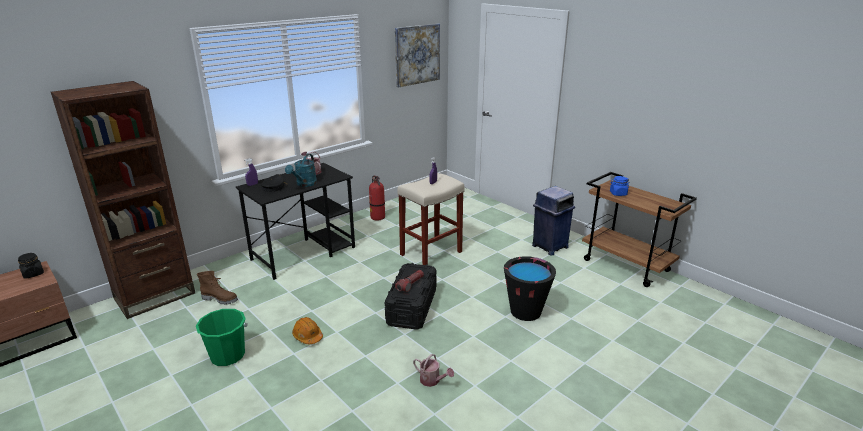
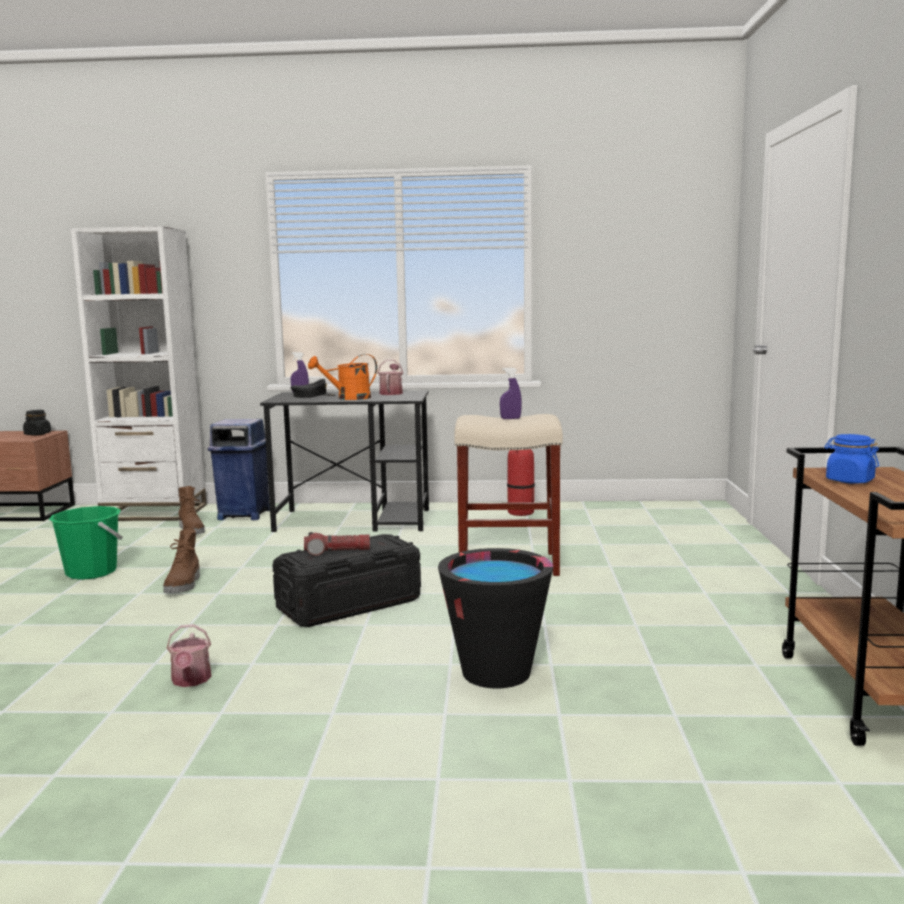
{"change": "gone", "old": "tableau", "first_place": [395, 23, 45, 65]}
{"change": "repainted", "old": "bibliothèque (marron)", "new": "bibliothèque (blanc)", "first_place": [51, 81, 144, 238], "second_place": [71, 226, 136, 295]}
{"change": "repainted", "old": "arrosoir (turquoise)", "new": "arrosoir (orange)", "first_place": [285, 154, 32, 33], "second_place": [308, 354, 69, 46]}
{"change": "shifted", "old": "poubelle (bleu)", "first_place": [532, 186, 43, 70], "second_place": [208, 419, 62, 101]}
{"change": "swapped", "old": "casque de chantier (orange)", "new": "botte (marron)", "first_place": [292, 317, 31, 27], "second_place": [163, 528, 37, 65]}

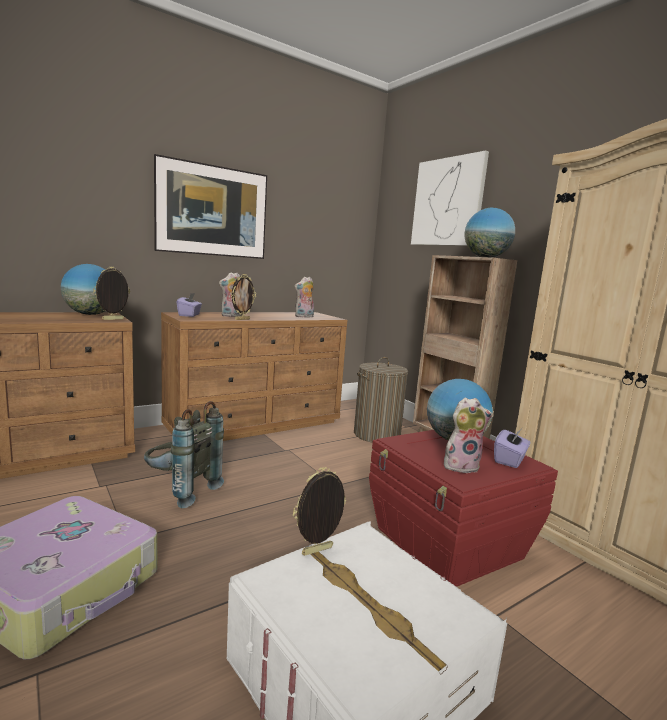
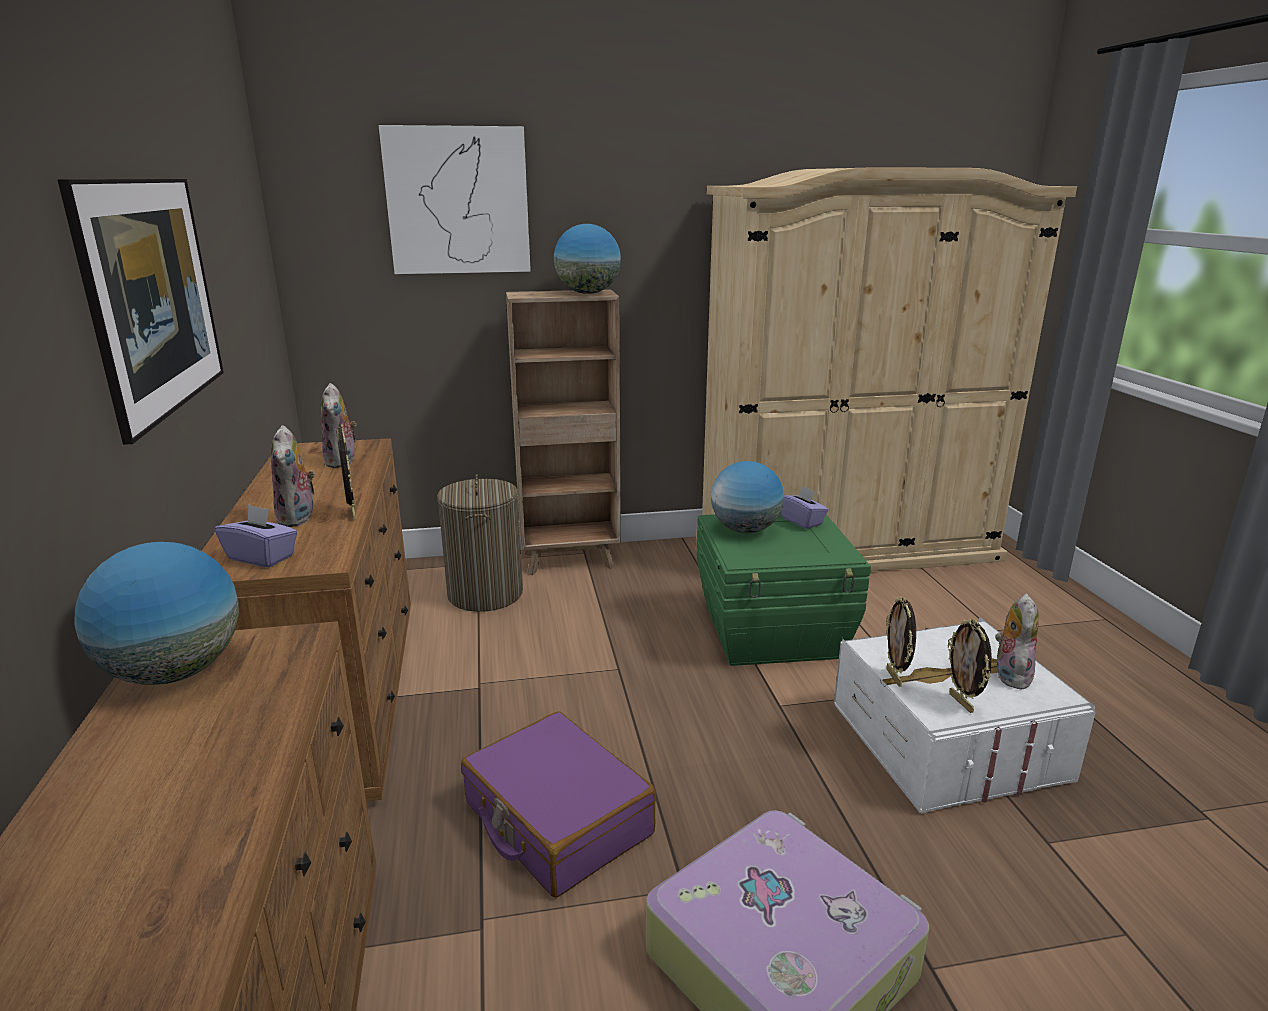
{"change": "shifted", "old": "cadre photo", "first_place": [93, 267, 37, 53], "second_place": [948, 619, 44, 94]}
{"change": "shifted", "old": "peluche", "first_place": [444, 397, 49, 76], "second_place": [995, 594, 44, 95]}
{"change": "swapped", "old": "sac à dos (gris)", "new": "valise (violet)", "first_place": [144, 401, 80, 107], "second_place": [461, 711, 195, 186]}
{"change": "repainted", "old": "boîte de rangement (rouge)", "new": "boîte de rangement (vert)", "first_place": [369, 430, 189, 157], "second_place": [696, 512, 175, 154]}

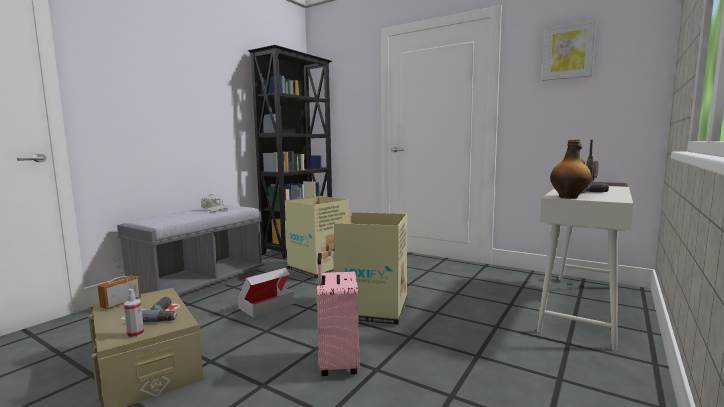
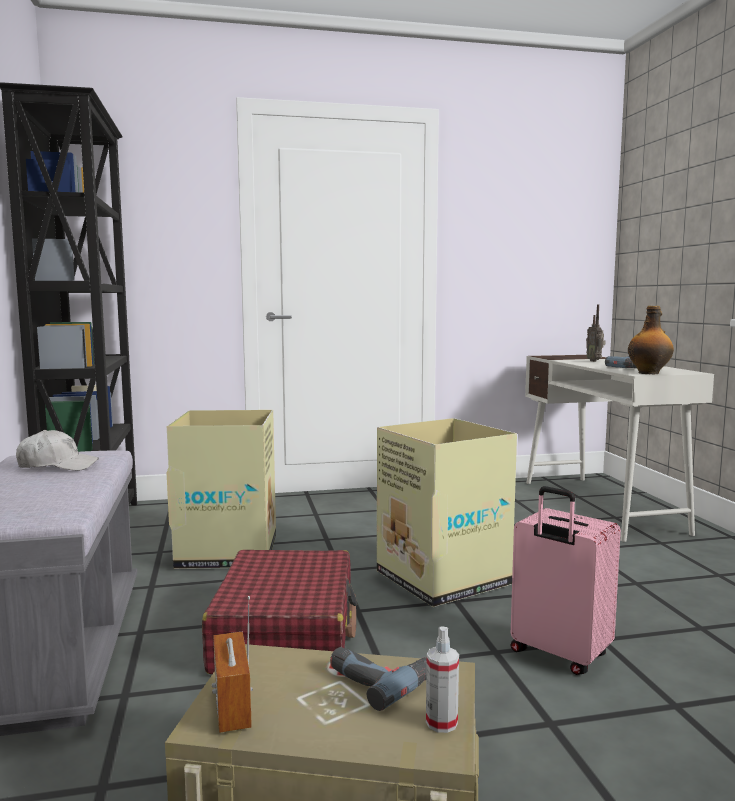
{"change": "gone", "old": "tableau", "first_place": [542, 20, 54, 61]}
{"change": "swapped", "old": "carton", "new": "valise (rouge)", "first_place": [238, 267, 56, 51], "second_place": [202, 550, 155, 124]}

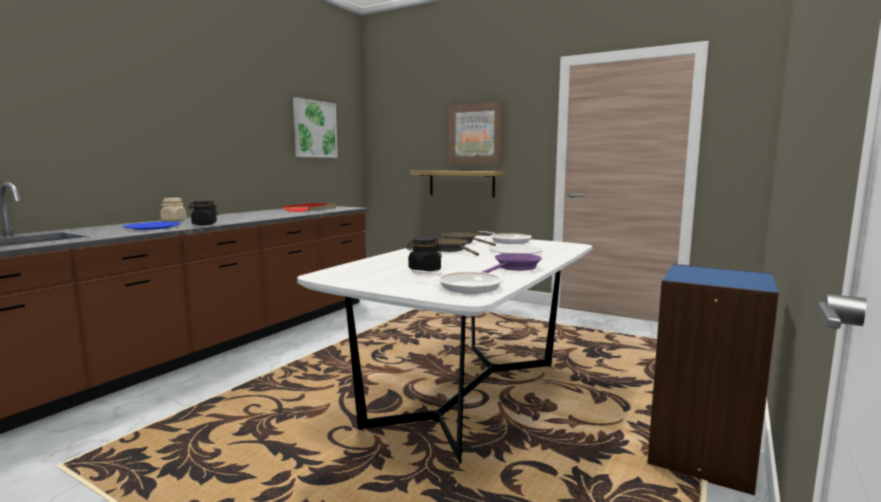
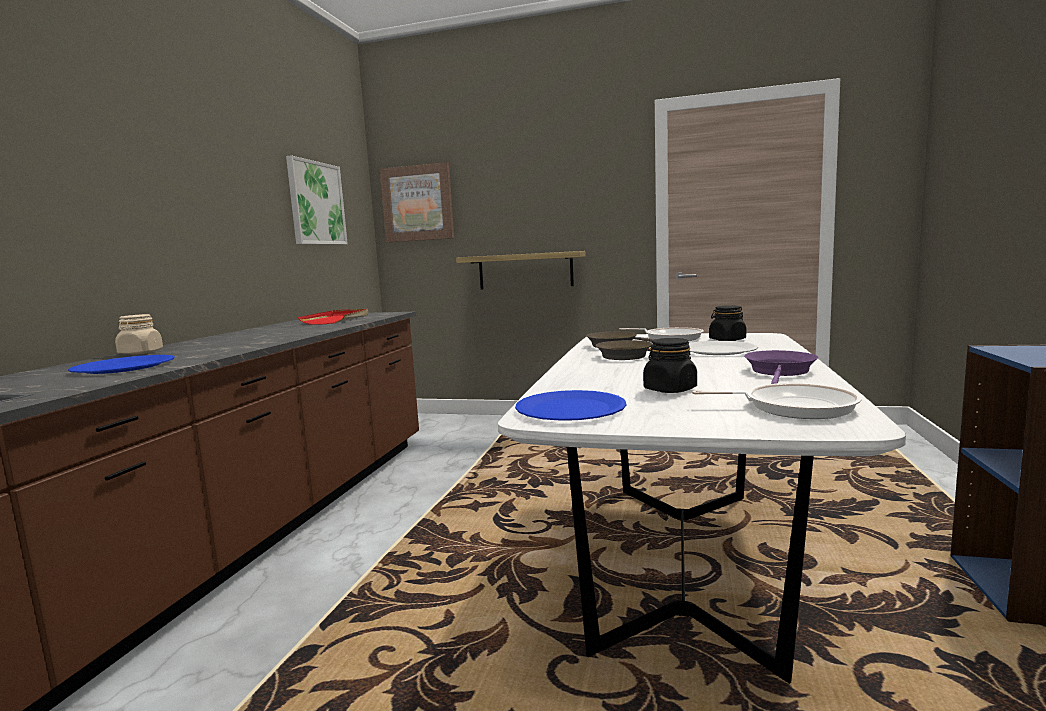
{"change": "shifted", "old": "tableau", "first_place": [449, 102, 54, 62], "second_place": [380, 162, 74, 80]}
{"change": "shifted", "old": "bocal (noir)", "first_place": [188, 200, 30, 25], "second_place": [709, 305, 37, 36]}
{"change": "new", "new": "assiette (bleu)", "second_place": [515, 390, 112, 31]}

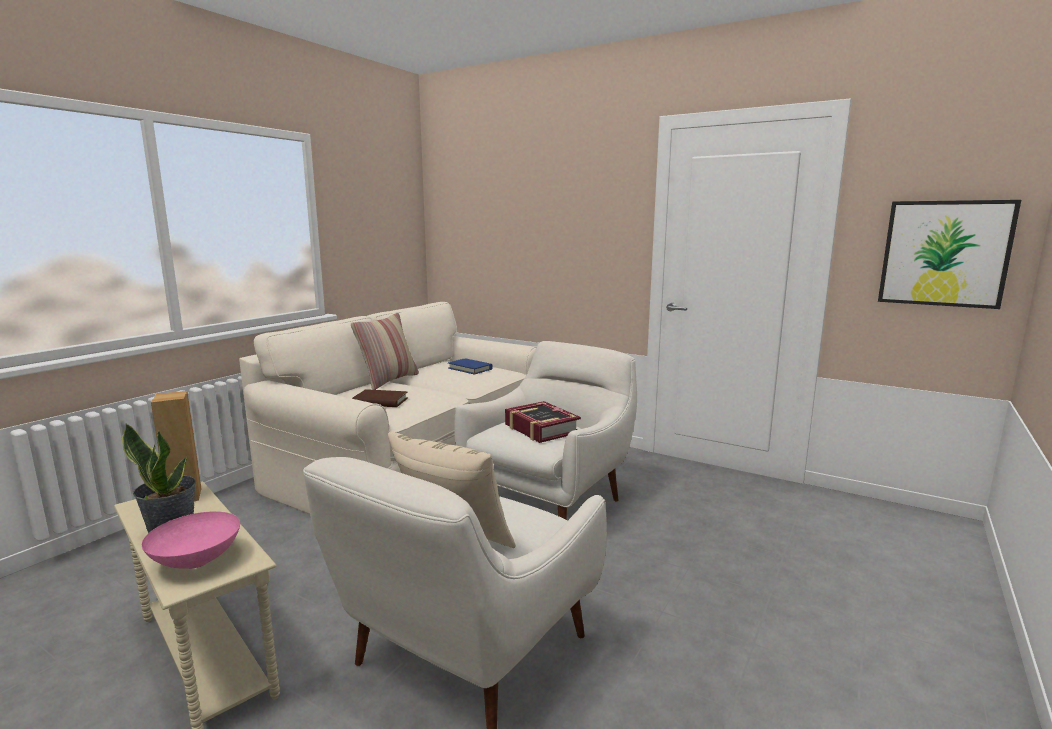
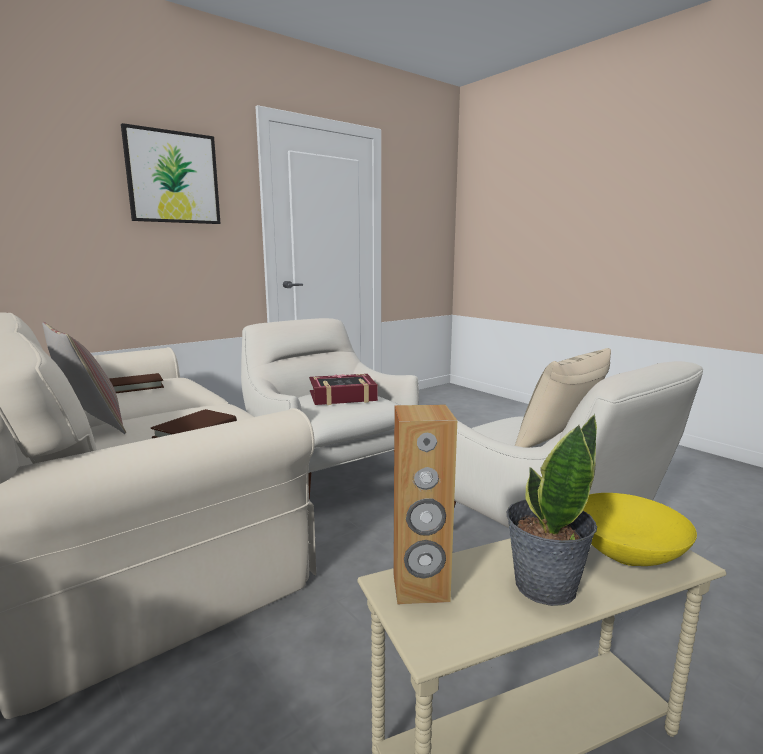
{"change": "shifted", "old": "tableau", "first_place": [878, 200, 143, 109], "second_place": [121, 123, 100, 101]}
{"change": "repainted", "old": "livre (bleu)", "new": "livre (marron)", "first_place": [448, 358, 45, 16], "second_place": [109, 373, 55, 20]}
{"change": "repainted", "old": "bol (rose)", "new": "bol (jaune)", "first_place": [142, 511, 98, 58], "second_place": [583, 493, 114, 73]}

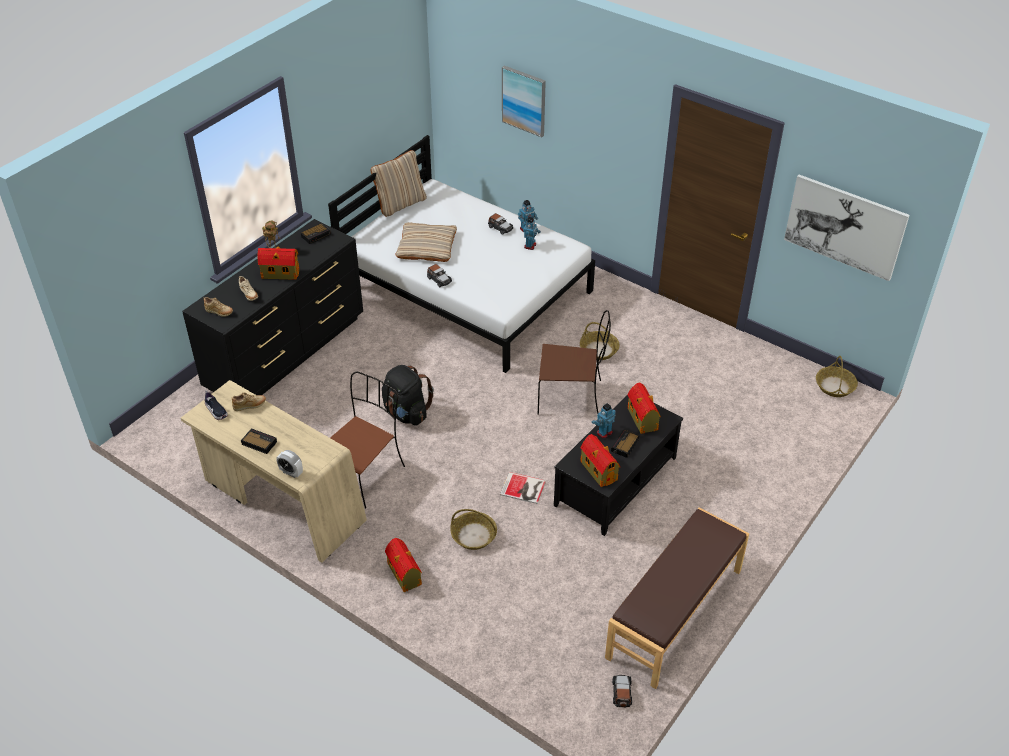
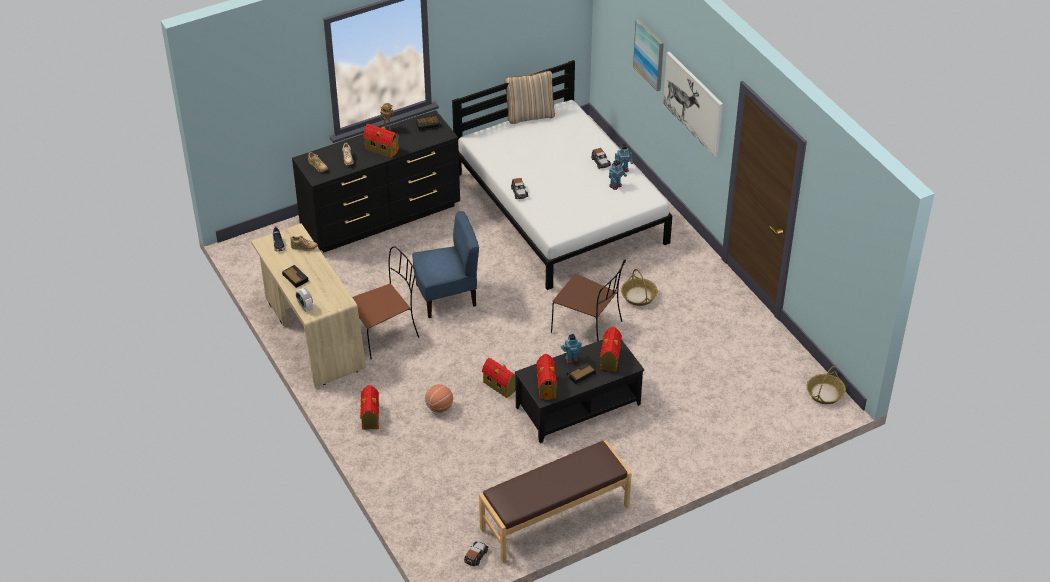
{"change": "shifted", "old": "tableau", "first_place": [784, 175, 126, 106], "second_place": [663, 52, 60, 105]}
{"change": "gone", "old": "coussin (beige)", "first_place": [395, 222, 62, 40]}
{"change": "swapped", "old": "sac à dos (noir)", "new": "chaise (bleu)", "first_place": [382, 365, 52, 61], "second_place": [412, 211, 67, 107]}
{"change": "swapped", "old": "livre", "new": "maison miniature", "first_place": [500, 472, 46, 32], "second_place": [482, 358, 34, 40]}
{"change": "swapped", "old": "panier", "new": "ballon de basket", "first_place": [450, 509, 47, 41], "second_place": [425, 384, 28, 29]}

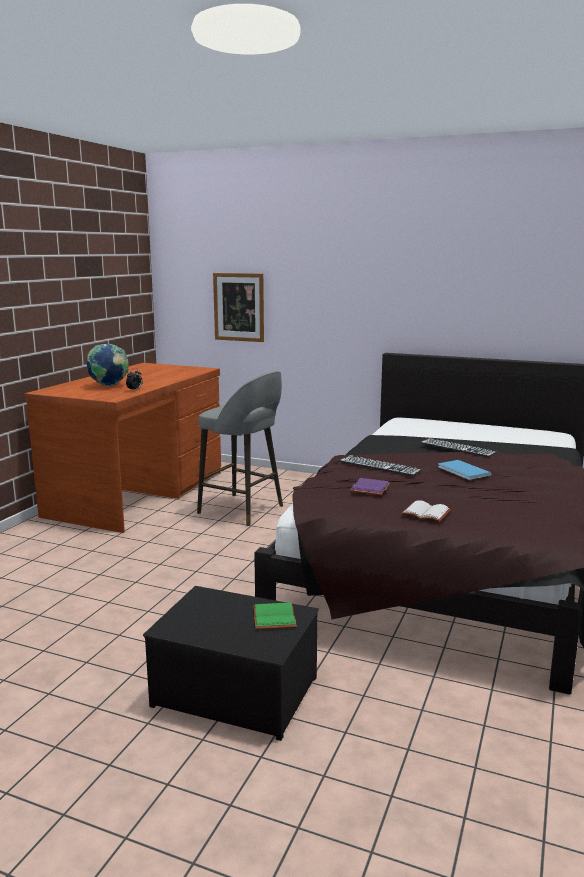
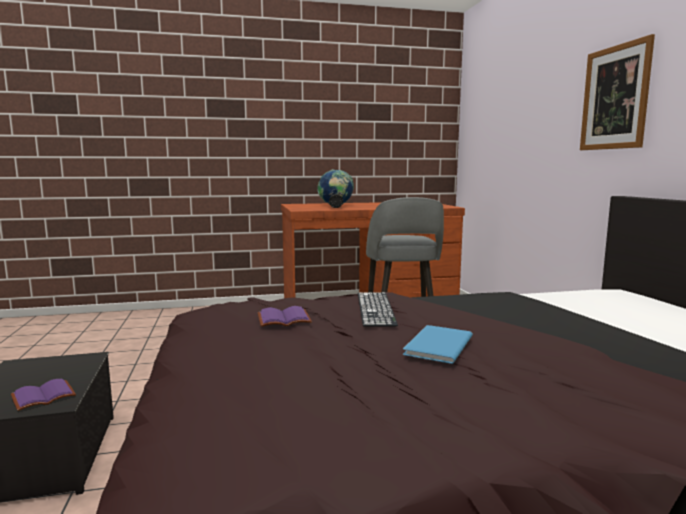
{"change": "shifted", "old": "tableau", "first_place": [213, 273, 51, 69], "second_place": [580, 34, 75, 116]}
{"change": "gone", "old": "clavier", "first_place": [420, 438, 78, 19]}
{"change": "gone", "old": "livre (blanc)", "first_place": [401, 500, 50, 22]}
{"change": "repainted", "old": "livre (vert)", "new": "livre (violet)", "first_place": [253, 603, 44, 27], "second_place": [11, 379, 65, 32]}

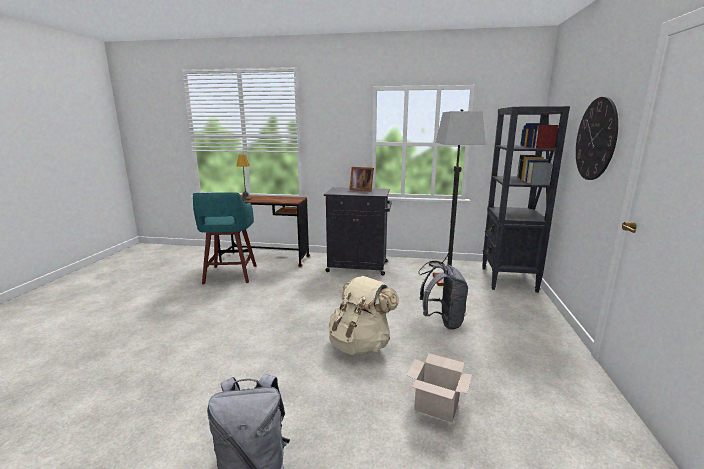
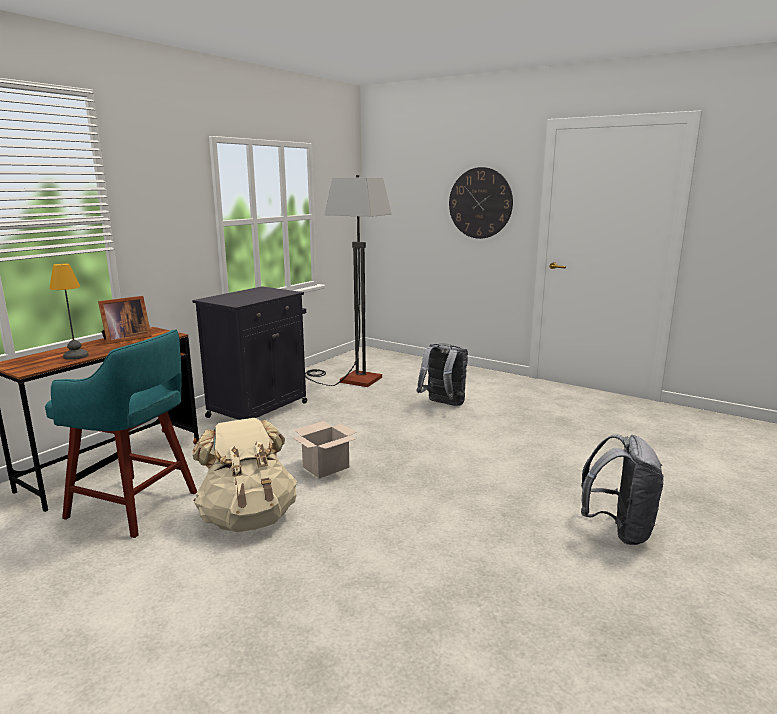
{"change": "gone", "old": "bibliothèque (noir)", "first_place": [482, 106, 88, 187]}
{"change": "shifted", "old": "cadre photo", "first_place": [349, 167, 25, 25], "second_place": [98, 296, 54, 48]}
{"change": "shifted", "old": "sac à dos (beige)", "first_place": [328, 276, 71, 79], "second_place": [192, 418, 105, 114]}
{"change": "shifted", "old": "carton", "first_place": [406, 353, 66, 70], "second_place": [293, 421, 64, 57]}

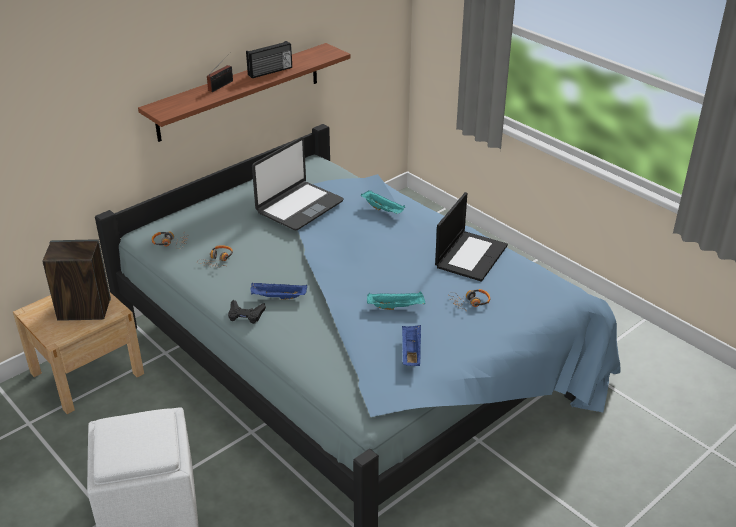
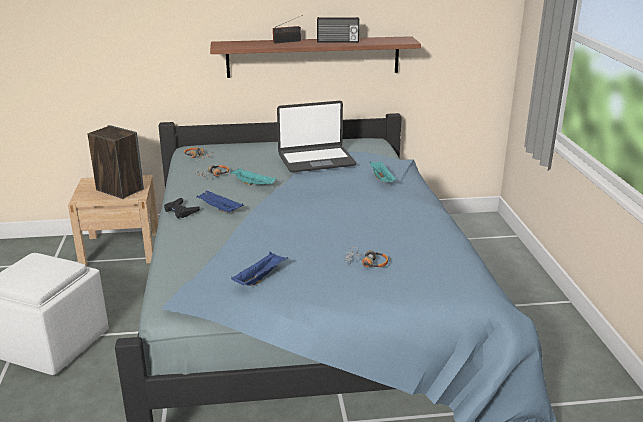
{"change": "gone", "old": "ordinateur portable", "first_place": [435, 192, 73, 90]}
{"change": "shifted", "old": "plateau (turquoise)", "first_place": [367, 291, 58, 19], "second_place": [231, 169, 45, 16]}

